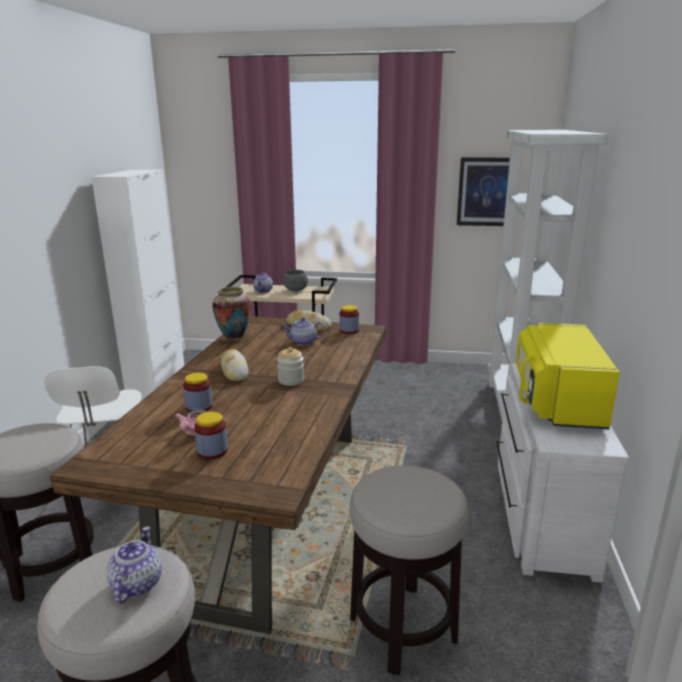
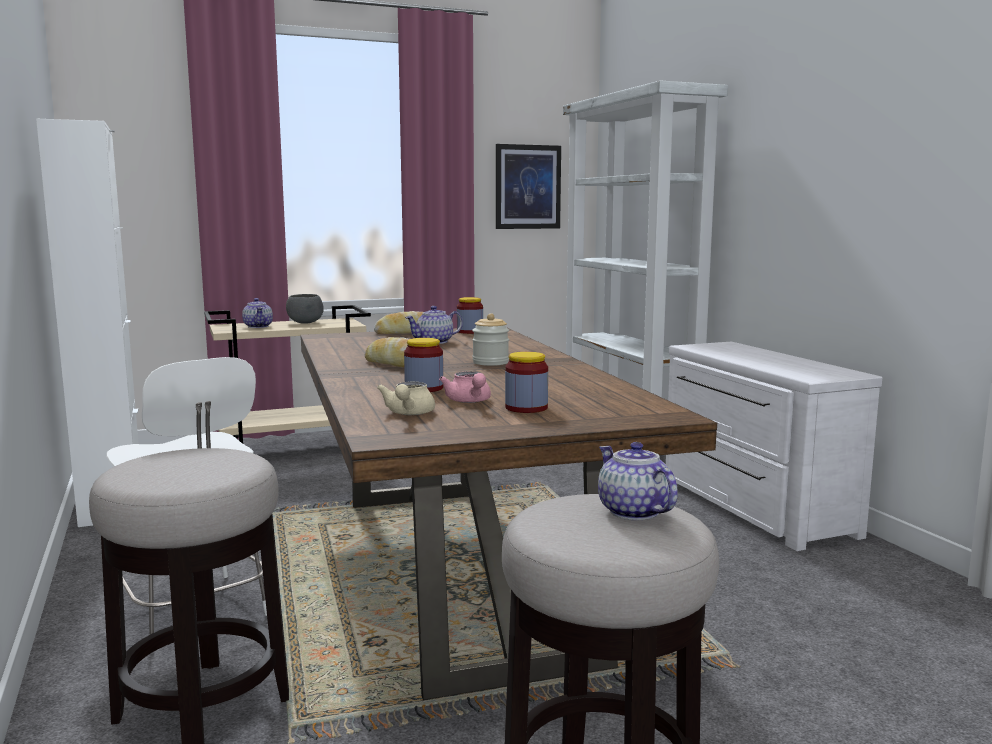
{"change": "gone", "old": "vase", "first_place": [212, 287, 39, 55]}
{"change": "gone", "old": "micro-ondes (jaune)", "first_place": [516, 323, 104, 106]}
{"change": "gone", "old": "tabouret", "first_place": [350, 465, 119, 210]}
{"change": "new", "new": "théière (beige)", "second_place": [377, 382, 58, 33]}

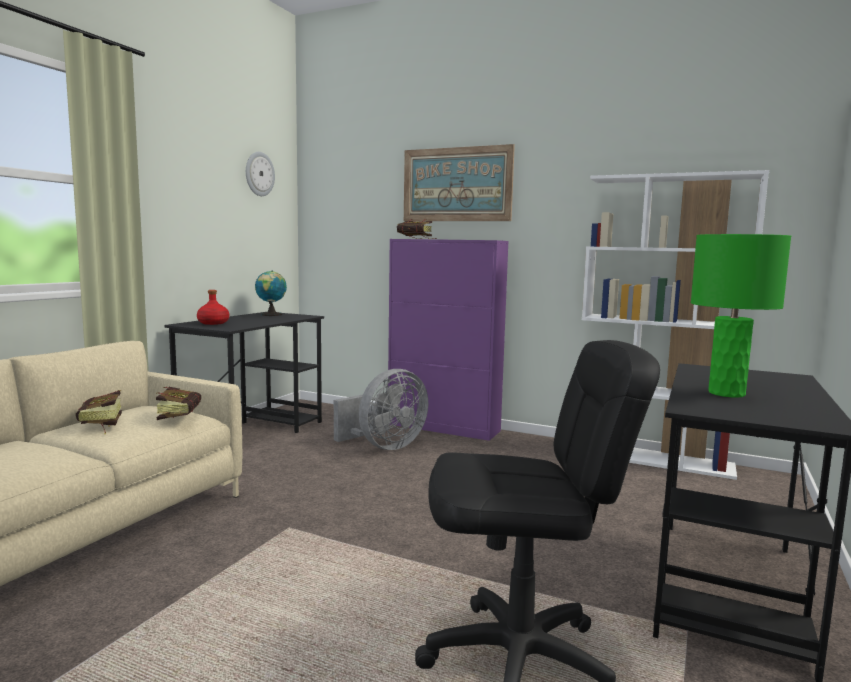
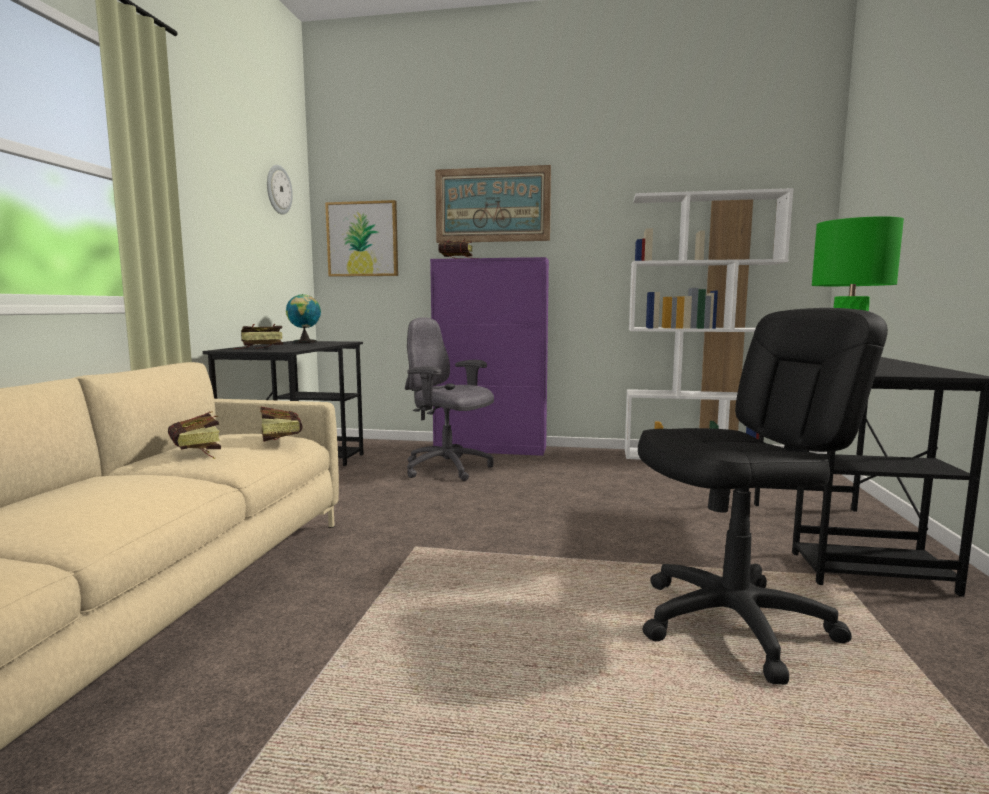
{"change": "swapped", "old": "bouteille (rouge)", "new": "livre", "first_place": [197, 290, 32, 35], "second_place": [234, 324, 49, 25]}
{"change": "swapped", "old": "ventilateur (gris)", "new": "chaise de bureau (gris)", "first_place": [334, 369, 94, 81], "second_place": [405, 317, 89, 164]}
{"change": "new", "new": "tableau", "second_place": [325, 200, 73, 77]}

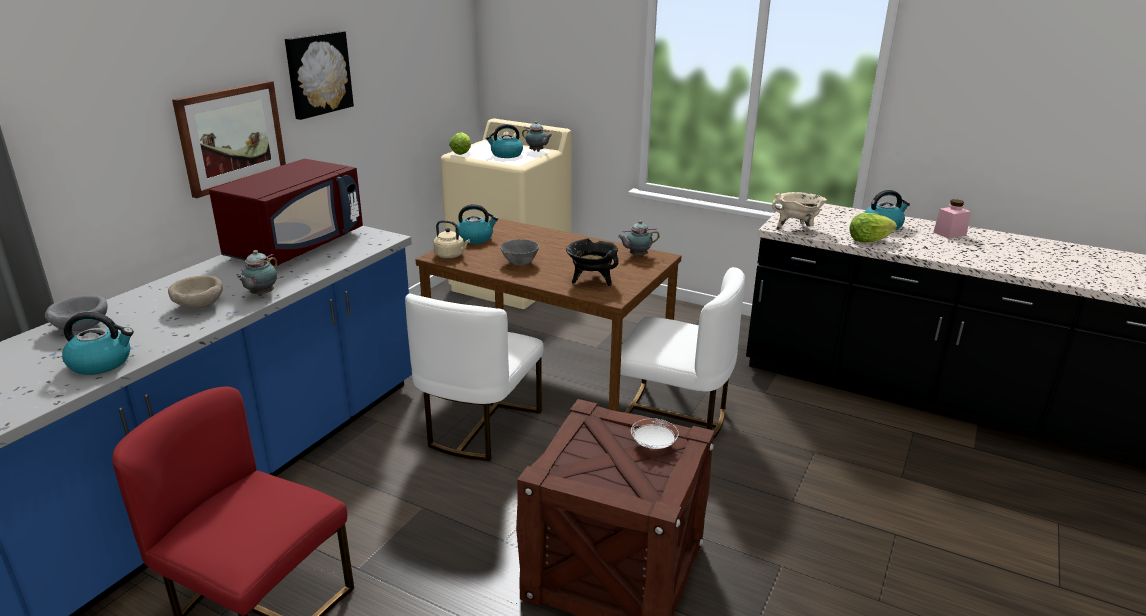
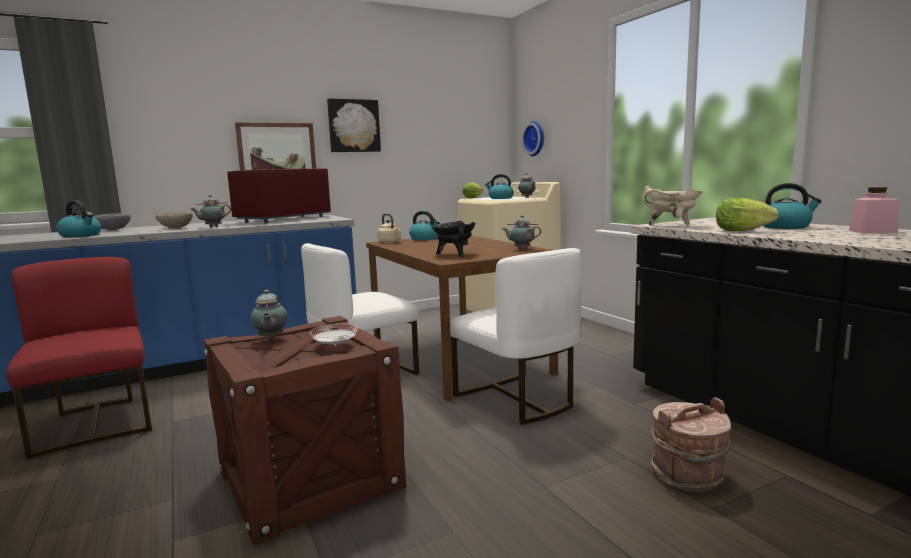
{"change": "rotated", "old": "micro-ondes (rouge)", "first_place": [209, 159, 154, 107], "second_place": [227, 168, 104, 55], "degrees": 150}
{"change": "gone", "old": "bol (gris)", "first_place": [500, 239, 39, 27]}
{"change": "new", "new": "horloge murale", "second_place": [522, 121, 22, 35]}
{"change": "new", "new": "théière", "second_place": [251, 290, 37, 49]}
{"change": "new", "new": "seau (marron)", "second_place": [651, 397, 80, 95]}

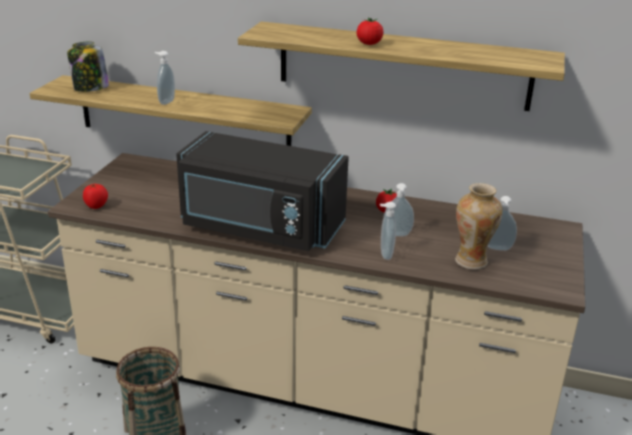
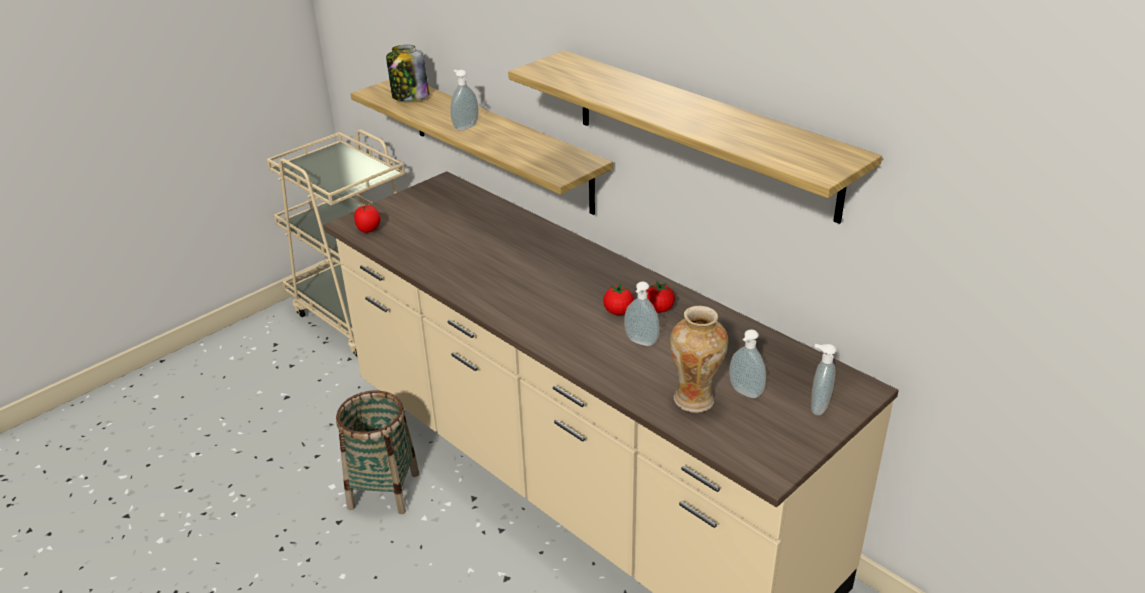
{"change": "shifted", "old": "tomate", "first_place": [357, 18, 26, 27], "second_place": [603, 283, 31, 32]}
{"change": "gone", "old": "micro-ondes (noir)", "first_place": [176, 131, 173, 120]}
{"change": "shifted", "old": "distributeur de savon", "first_place": [380, 202, 16, 58], "second_place": [811, 344, 25, 71]}

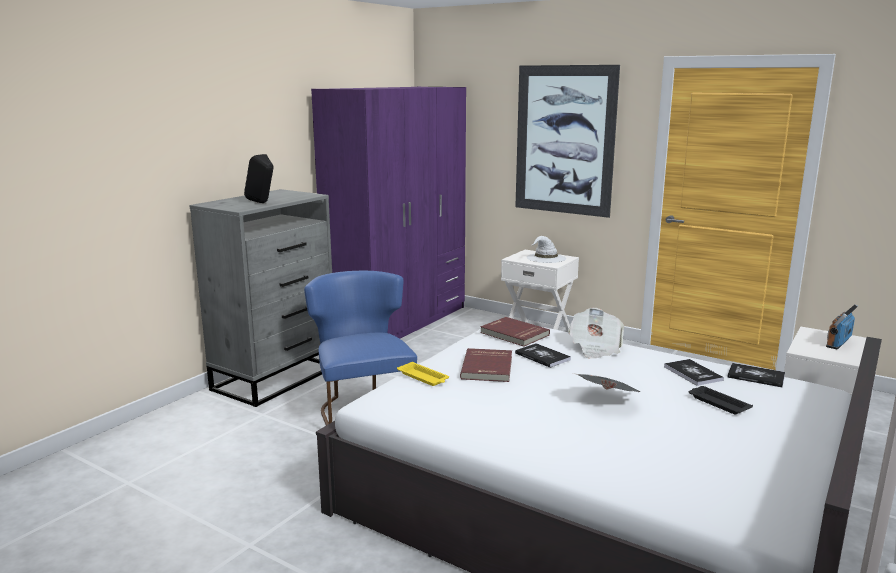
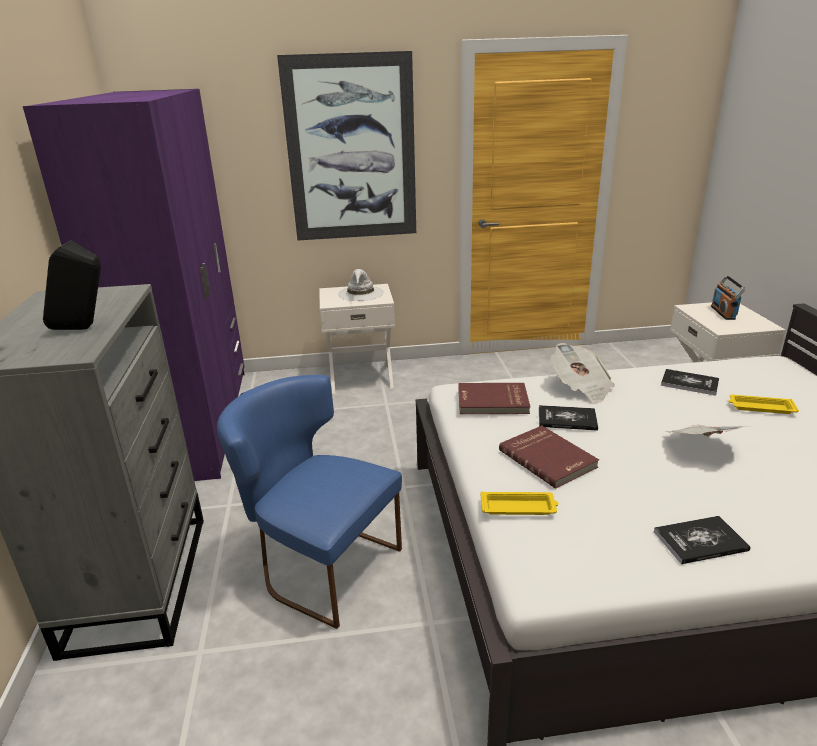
{"change": "shifted", "old": "livre", "first_place": [727, 363, 58, 24], "second_place": [654, 516, 97, 48]}
{"change": "repainted", "old": "plateau (noir)", "new": "plateau (jaune)", "first_place": [689, 386, 64, 28], "second_place": [728, 395, 71, 19]}

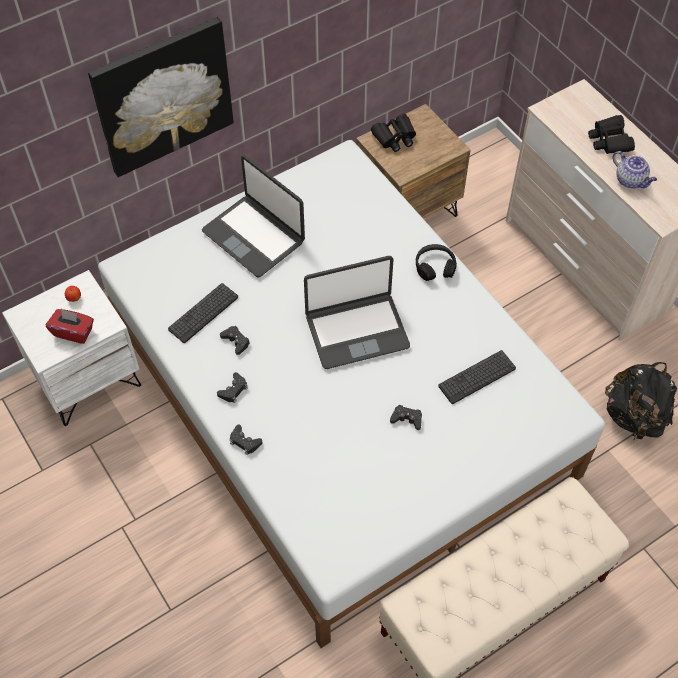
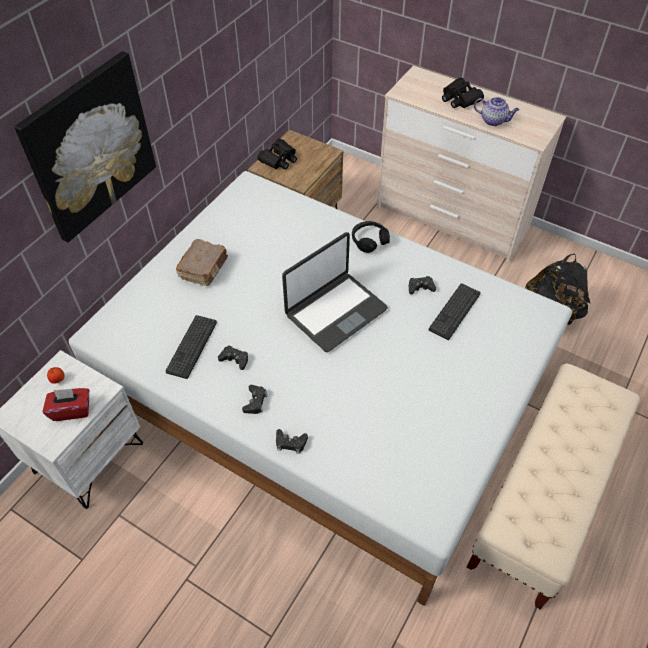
{"change": "swapped", "old": "ordinateur portable", "new": "livre (marron)", "first_place": [202, 155, 103, 123], "second_place": [176, 239, 52, 47]}
{"change": "shifted", "old": "manette (noir)", "first_place": [390, 405, 32, 25], "second_place": [409, 276, 27, 18]}

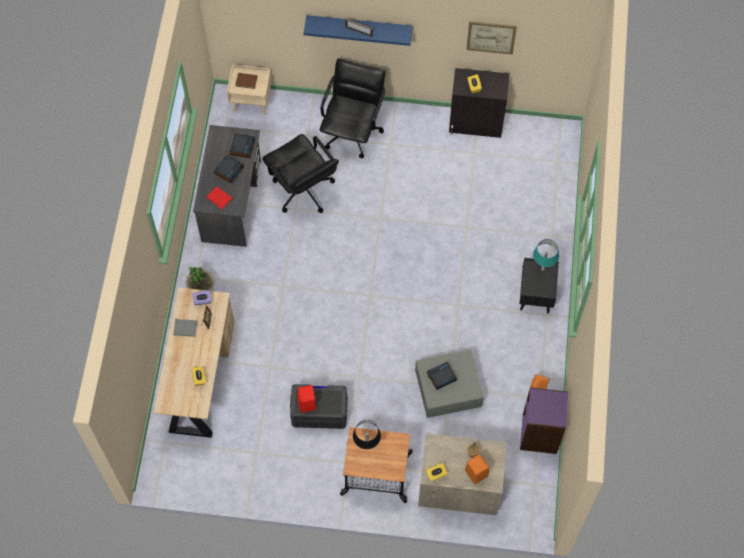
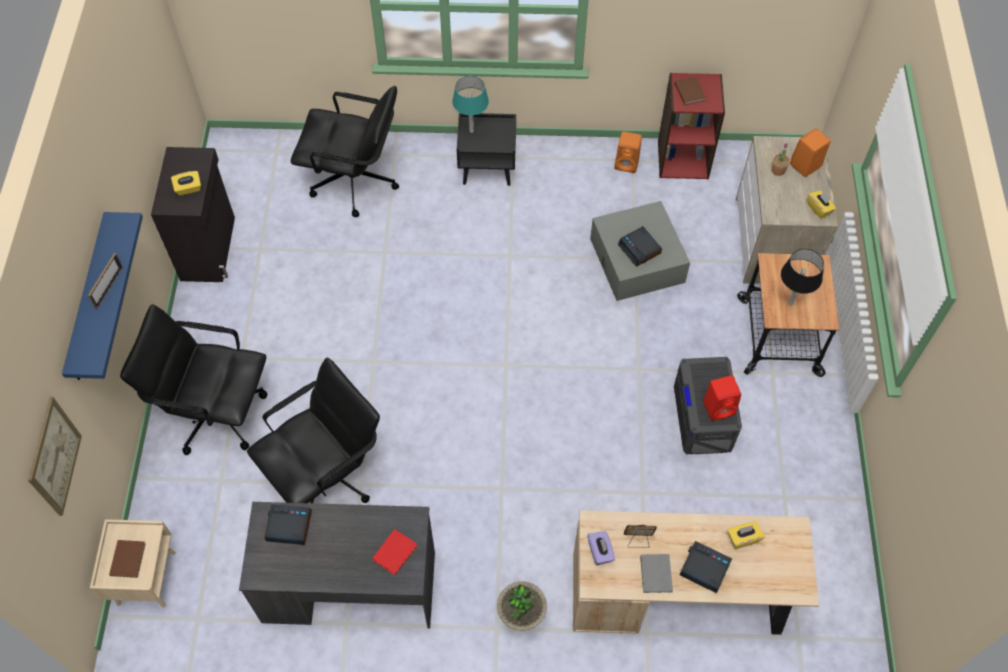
{"change": "shifted", "old": "tableau", "first_place": [466, 21, 51, 34], "second_place": [28, 397, 54, 119]}
{"change": "shifted", "old": "réveil", "first_place": [214, 155, 30, 29], "second_place": [680, 541, 52, 52]}
{"change": "repainted", "old": "bibliothèque (violet)", "new": "bibliothèque (rouge)", "first_place": [520, 387, 48, 67], "second_place": [658, 73, 67, 106]}
{"change": "new", "new": "livre (marron)", "second_place": [674, 76, 32, 29]}
{"change": "new", "new": "chaise de bureau (noir)", "second_place": [291, 86, 108, 131]}

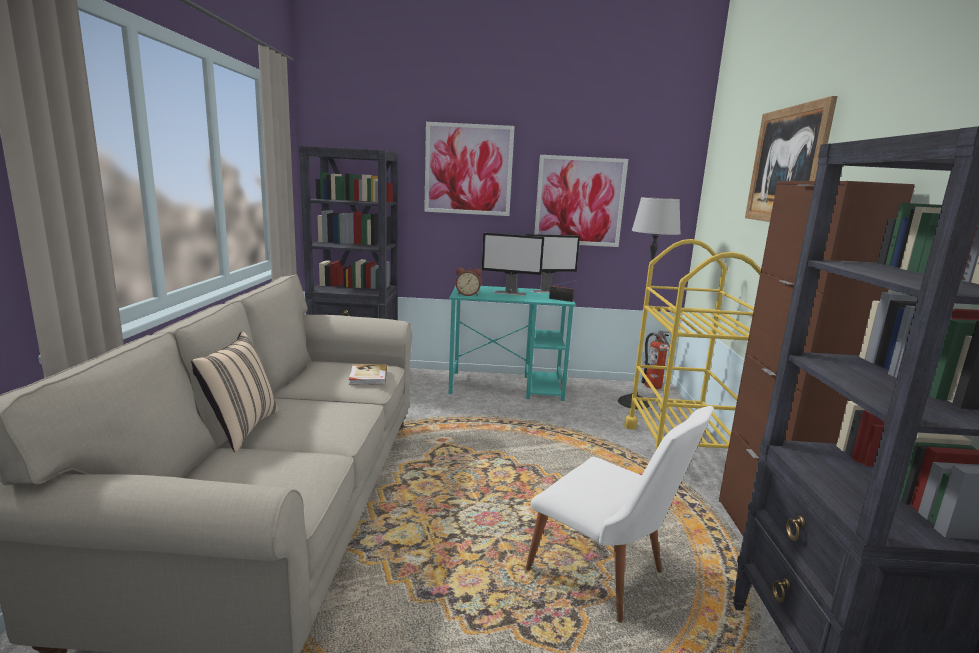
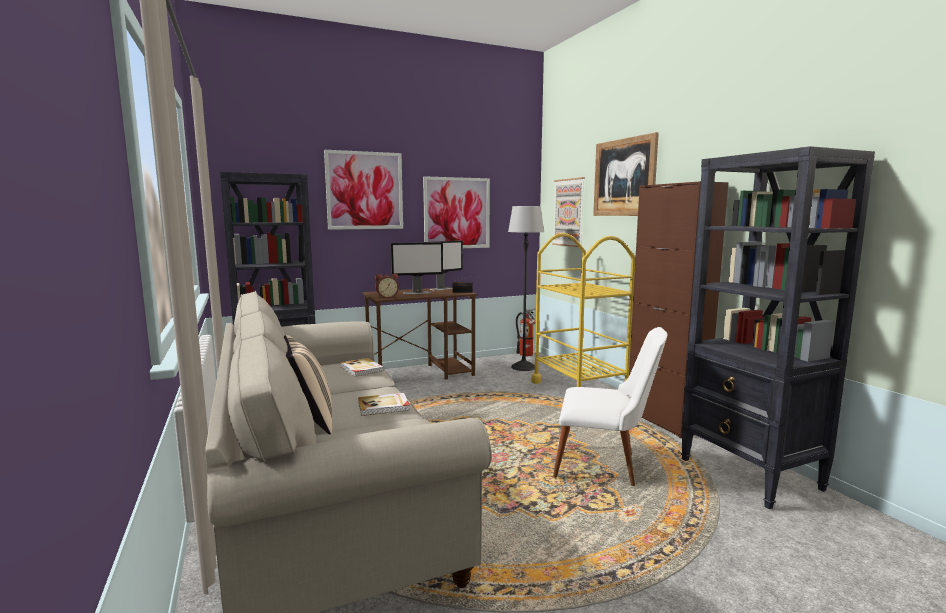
{"change": "repainted", "old": "bureau (turquoise)", "new": "bureau (marron)", "first_place": [449, 286, 127, 115], "second_place": [363, 288, 114, 92]}
{"change": "new", "new": "tableau", "second_place": [552, 177, 33, 70]}
{"change": "new", "new": "livre", "second_place": [358, 393, 52, 23]}

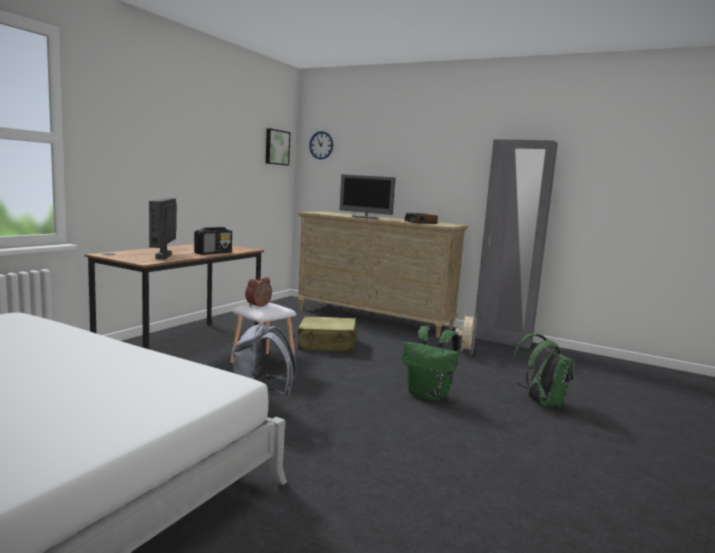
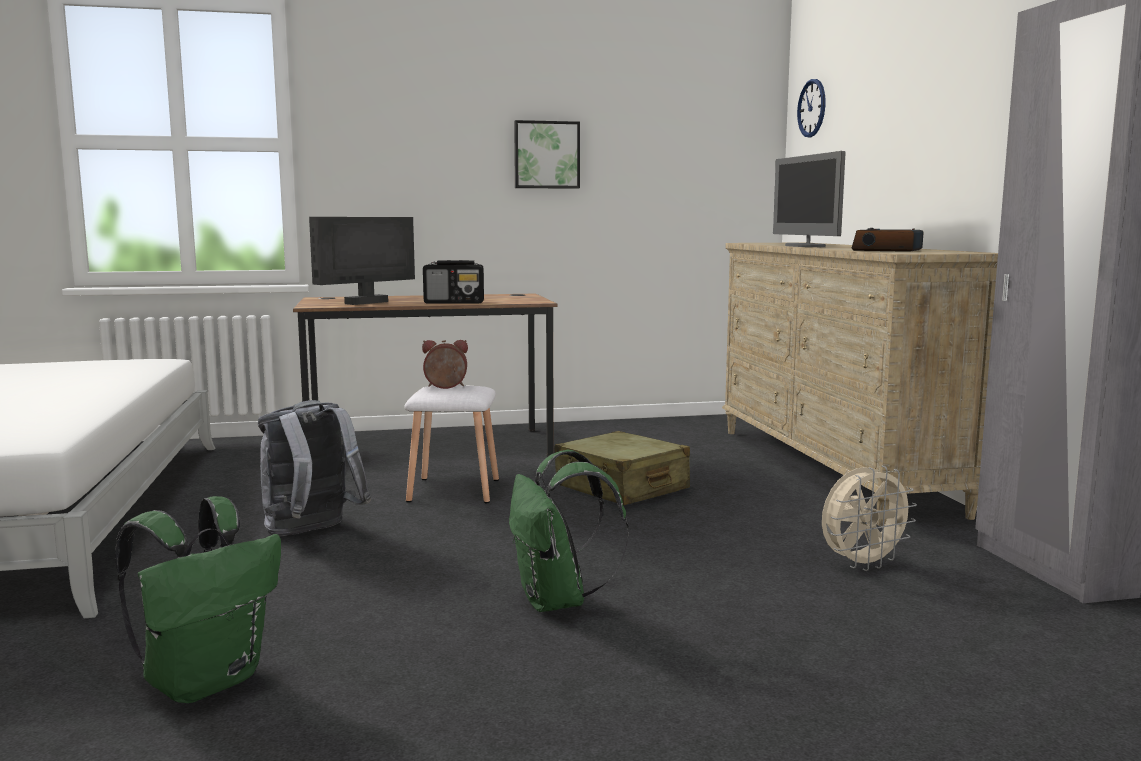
{"change": "shifted", "old": "tableau", "first_place": [266, 128, 25, 38], "second_place": [514, 120, 66, 69]}
{"change": "shifted", "old": "sac à dos (vert)", "first_place": [511, 333, 63, 75], "second_place": [115, 496, 166, 207]}

